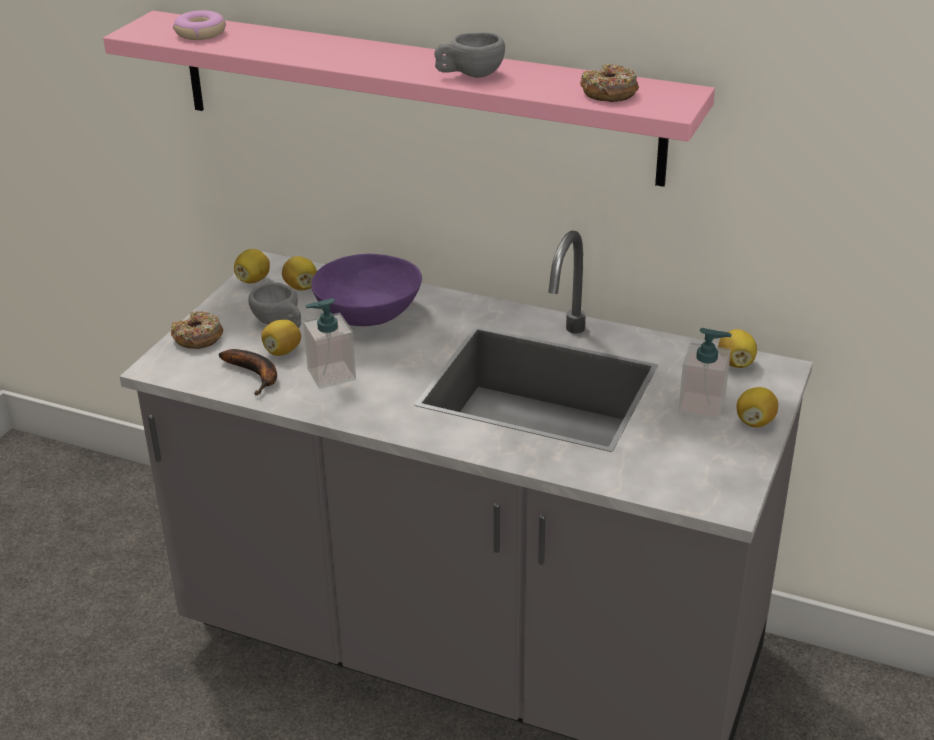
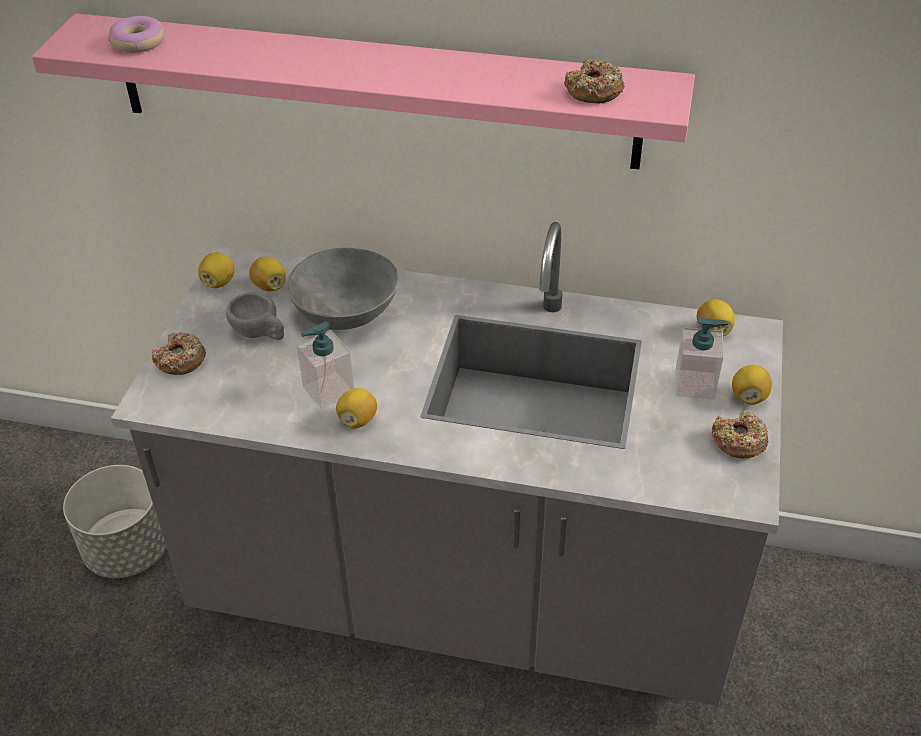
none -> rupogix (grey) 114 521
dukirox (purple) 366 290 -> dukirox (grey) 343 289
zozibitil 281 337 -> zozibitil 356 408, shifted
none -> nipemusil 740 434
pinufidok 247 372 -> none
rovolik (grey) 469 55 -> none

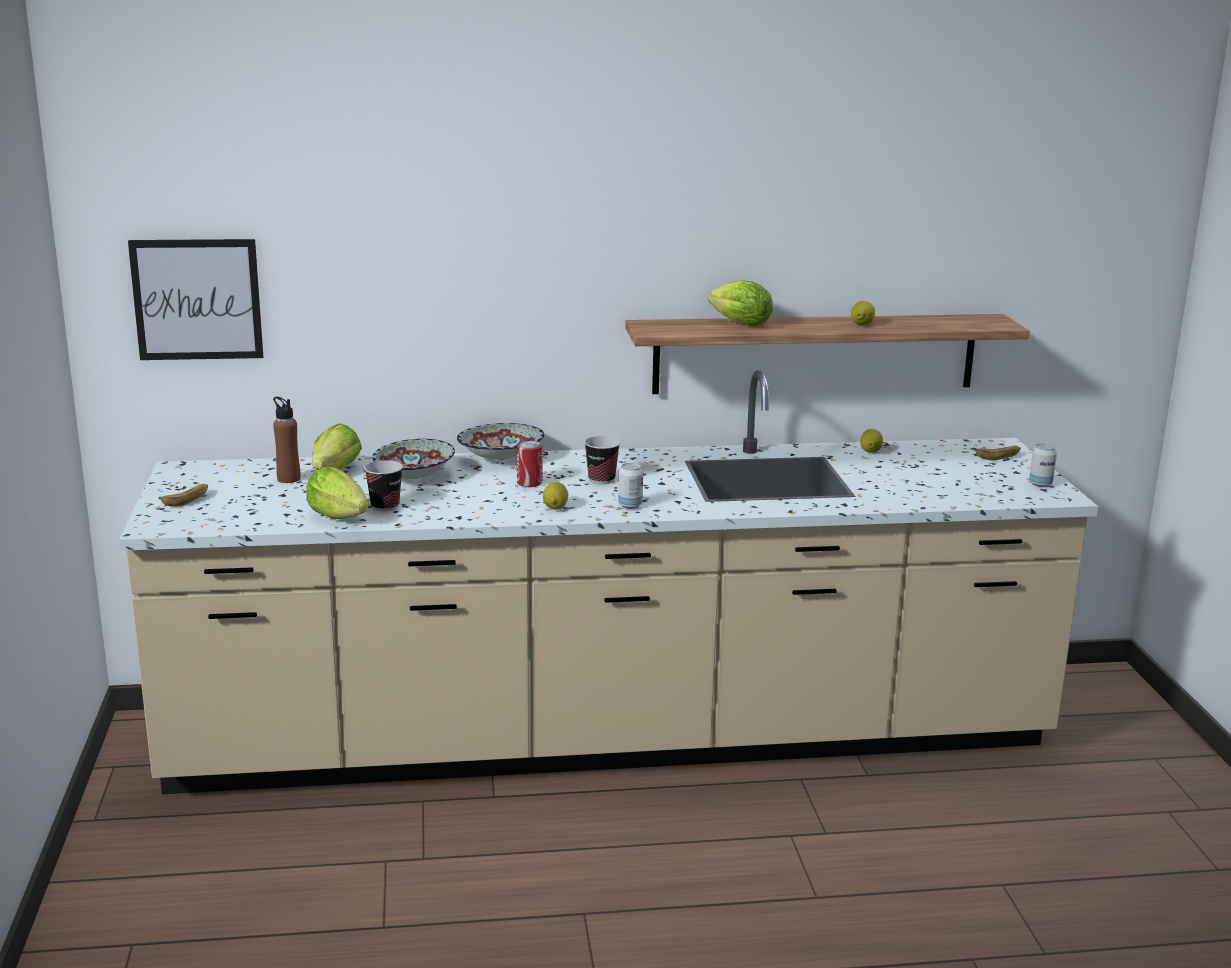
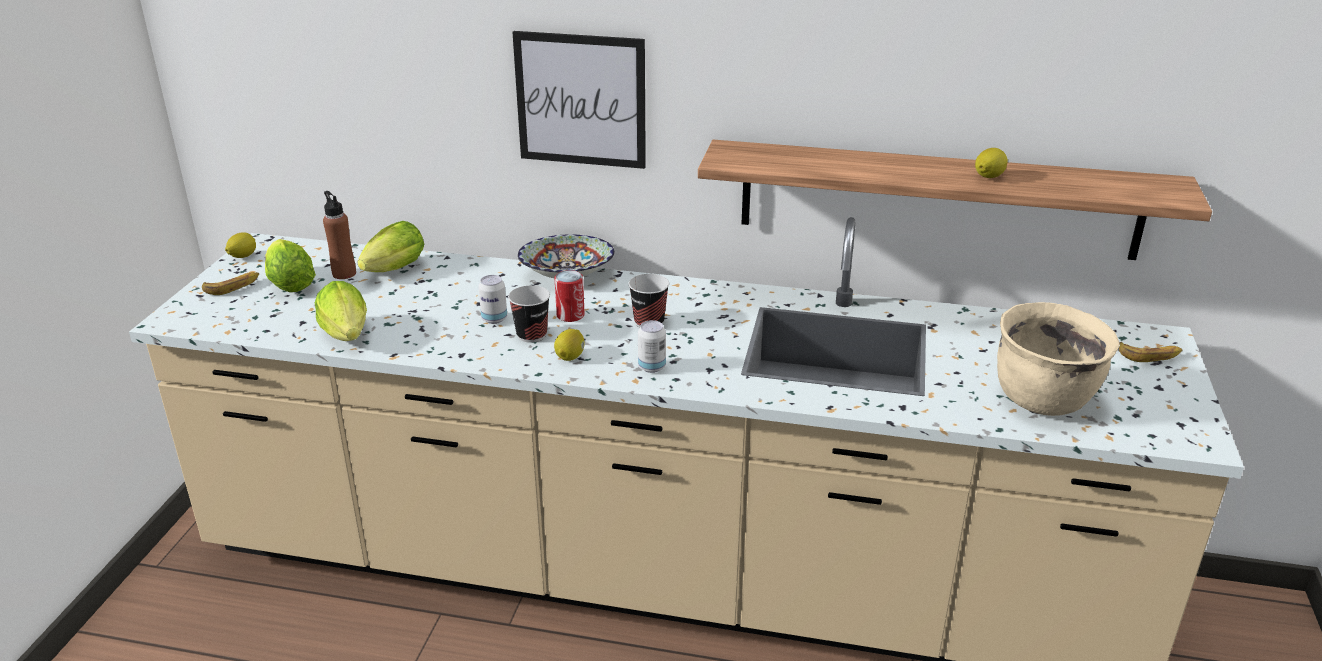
zozibitil 871 441 -> zozibitil 240 245, shifted
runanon 740 303 -> runanon 290 265, shifted
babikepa 1043 465 -> babikepa 492 299, shifted
rovolik 383 486 -> rovolik 529 314, shifted
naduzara 195 299 -> naduzara 579 100, shifted
none -> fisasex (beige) 1058 359
dukirox 413 459 -> none

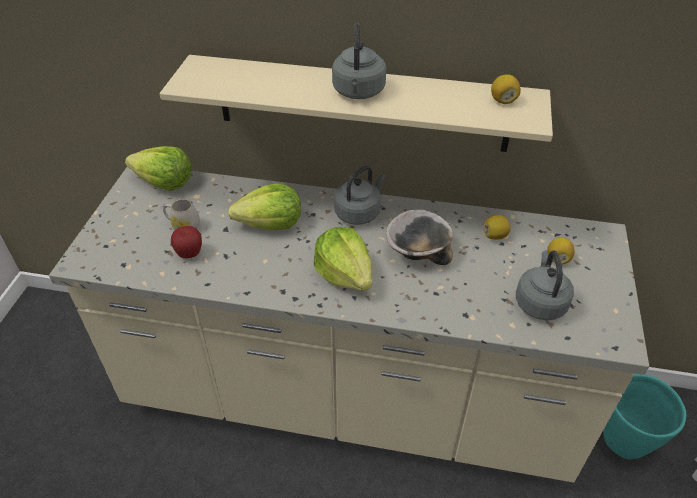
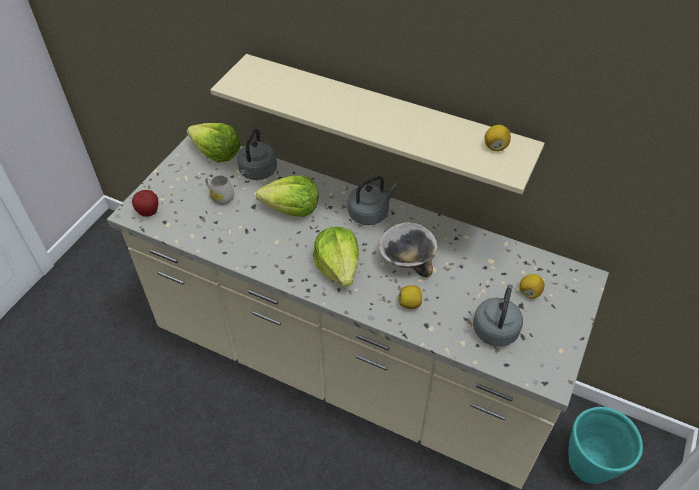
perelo 186 242 -> perelo 145 203, shifted
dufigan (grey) 359 61 -> dufigan (grey) 257 154, shifted
zozibitil 497 227 -> zozibitil 410 297, shifted

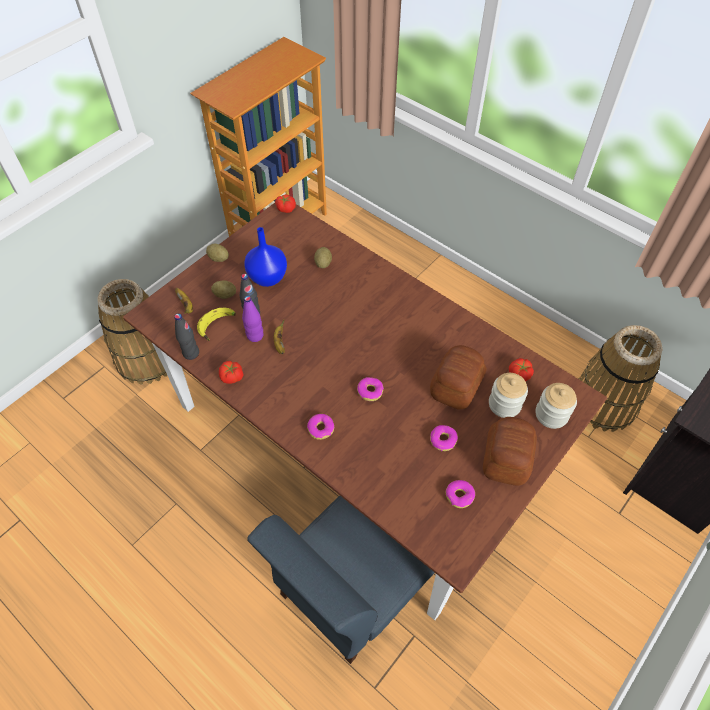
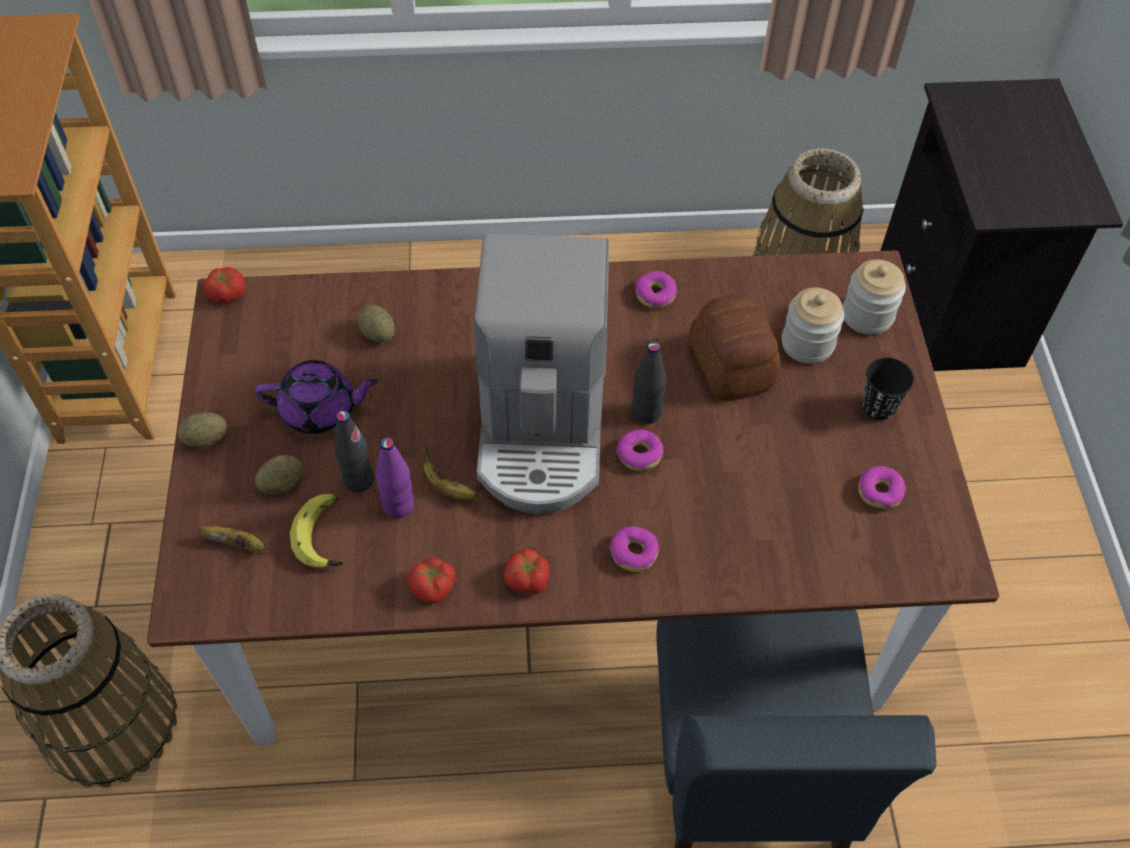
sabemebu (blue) 265 257 -> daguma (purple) 316 397
none -> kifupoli 541 374
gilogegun 521 369 -> gilogegun 527 571, shifted
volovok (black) 186 336 -> volovok (black) 649 382, shifted
nipemusil 444 438 -> nipemusil 656 289, shifted
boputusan 510 451 -> rovolik (black) 888 389

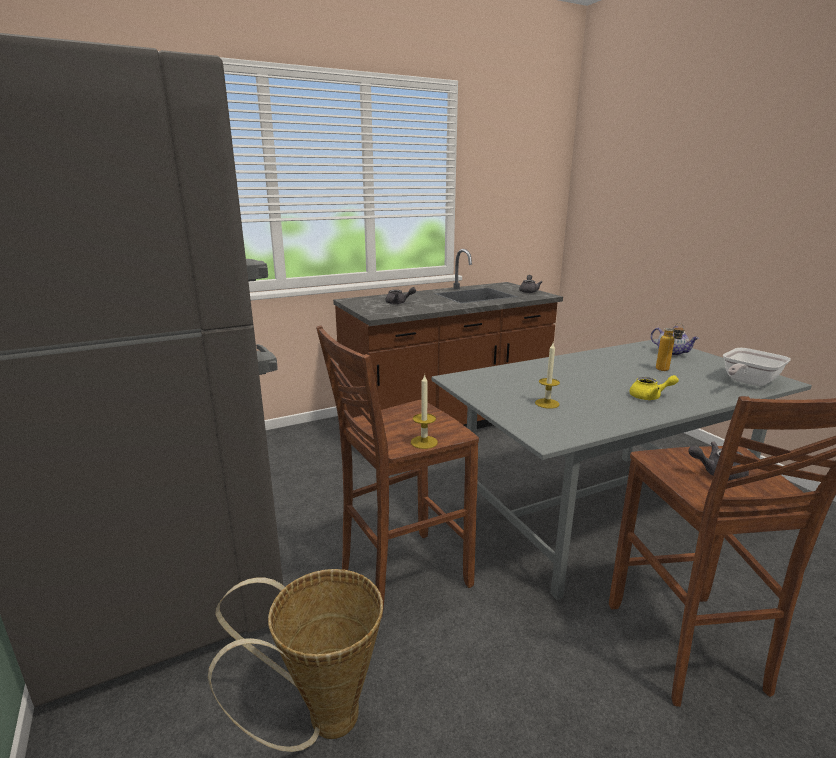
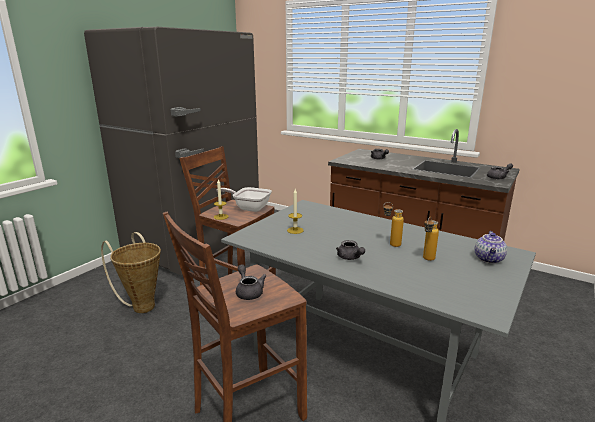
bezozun 757 367 -> bezozun 244 199, shifted
daguma (yellow) 654 387 -> daguma (grey) 350 250
none -> volovok 393 224

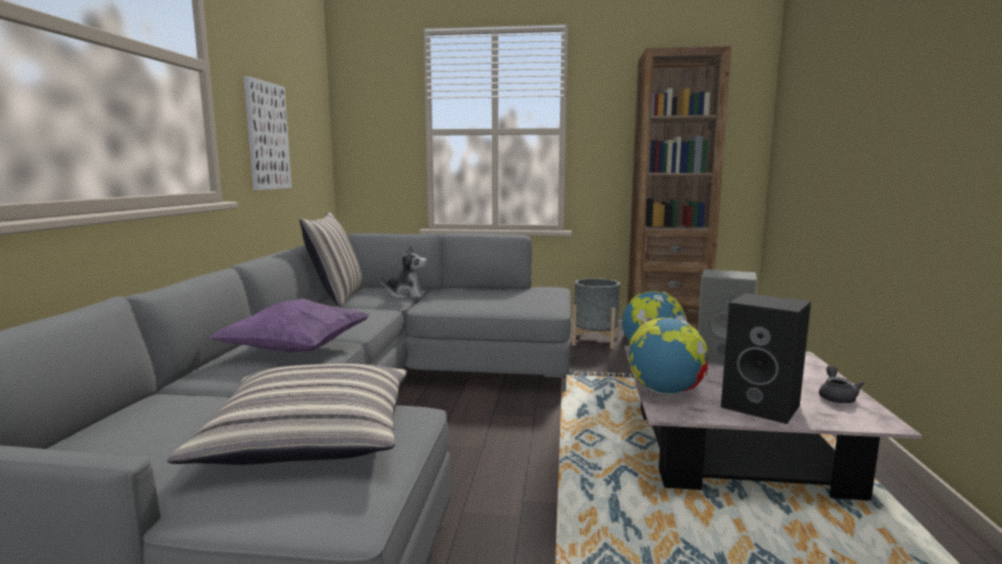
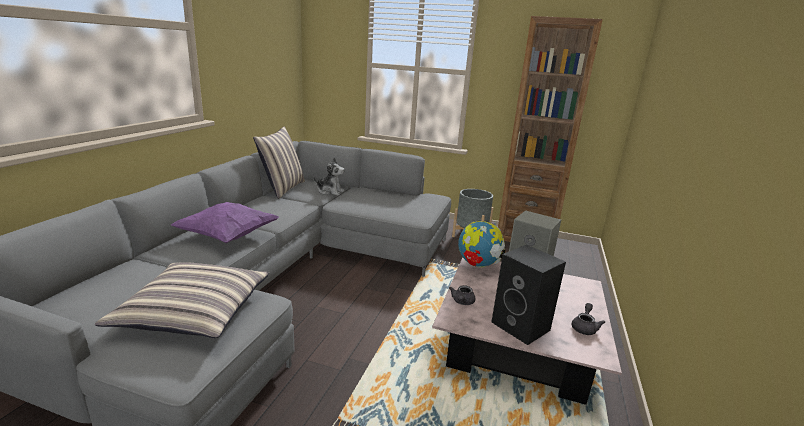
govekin 668 355 -> daguma (grey) 462 295
naduzara 268 133 -> none

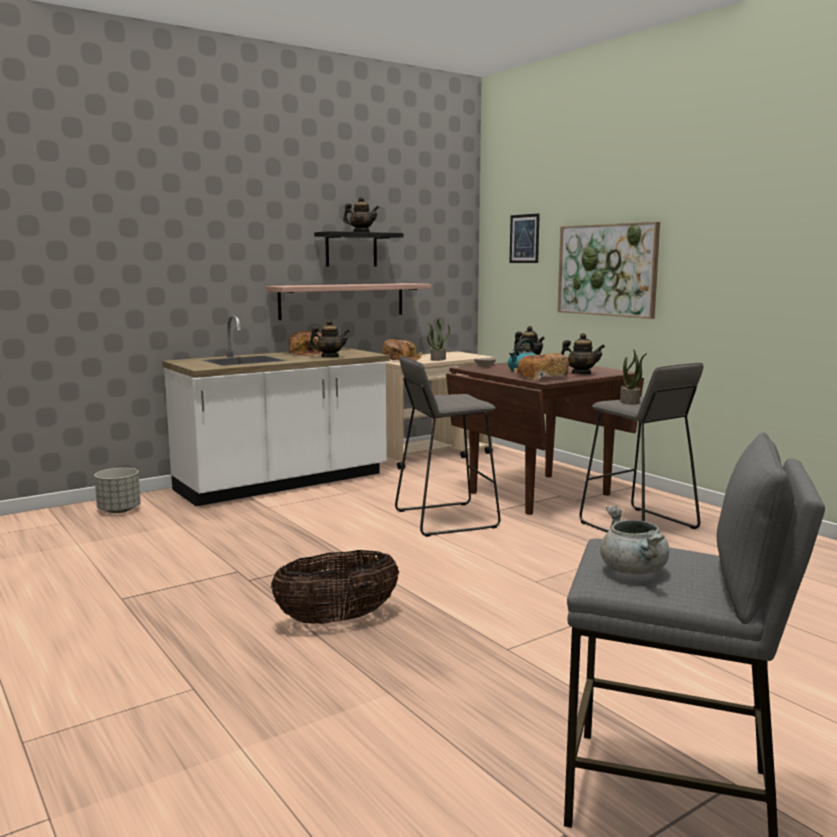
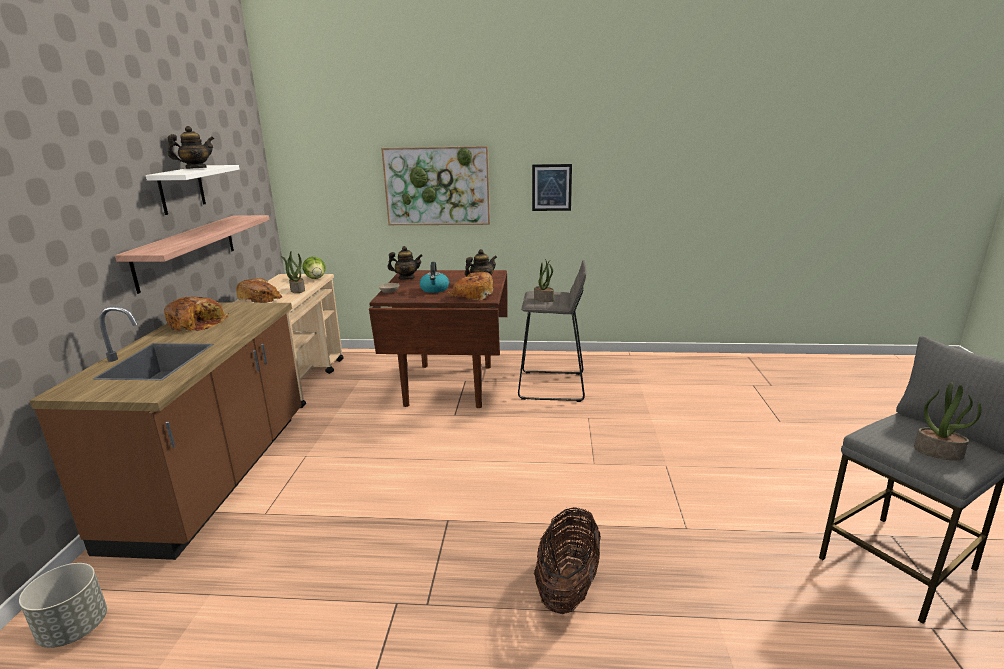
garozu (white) 276 410 -> garozu (brown) 165 431
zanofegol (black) 358 249 -> zanofegol (white) 193 190
none -> runanon 314 268
naduzara 525 238 -> naduzara 552 187, shifted
fisasex (grey) 634 539 -> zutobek 948 421
daguma 329 338 -> none
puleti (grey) 448 446 -> none

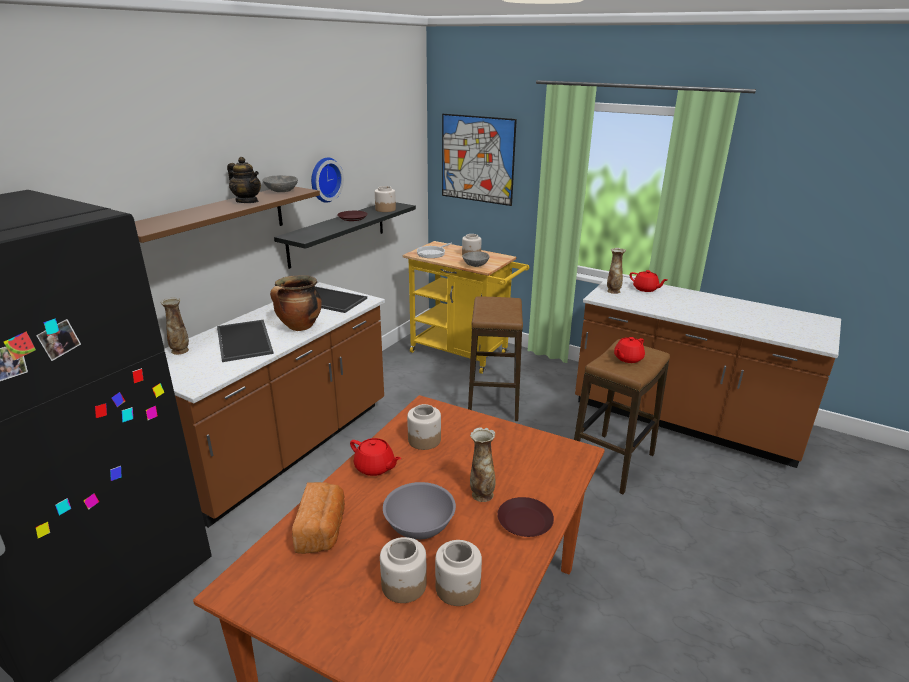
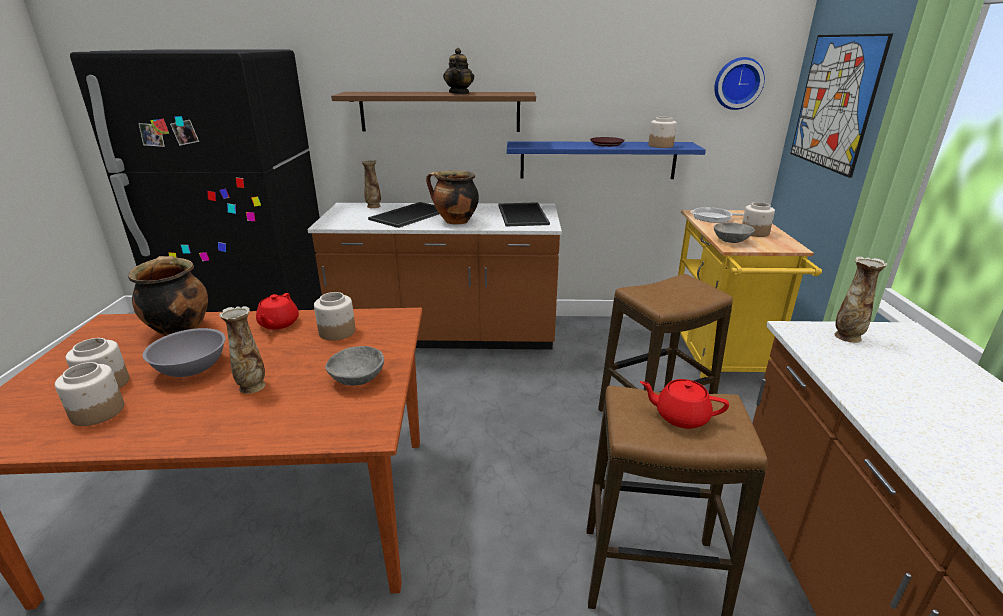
boputusan 318 518 -> fisasex 168 296
dukirox (grey) 280 183 -> dukirox (grey) 354 365, shifted
zanofegol (black) 345 235 -> zanofegol (blue) 606 160
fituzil 327 180 -> fituzil 739 83, shifted
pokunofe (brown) 525 517 -> none
daguma (red) 649 281 -> none

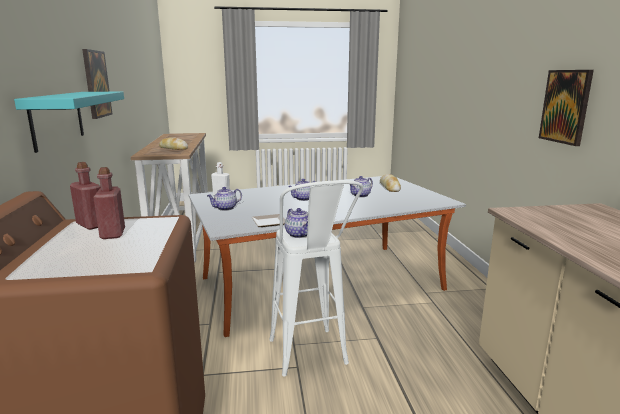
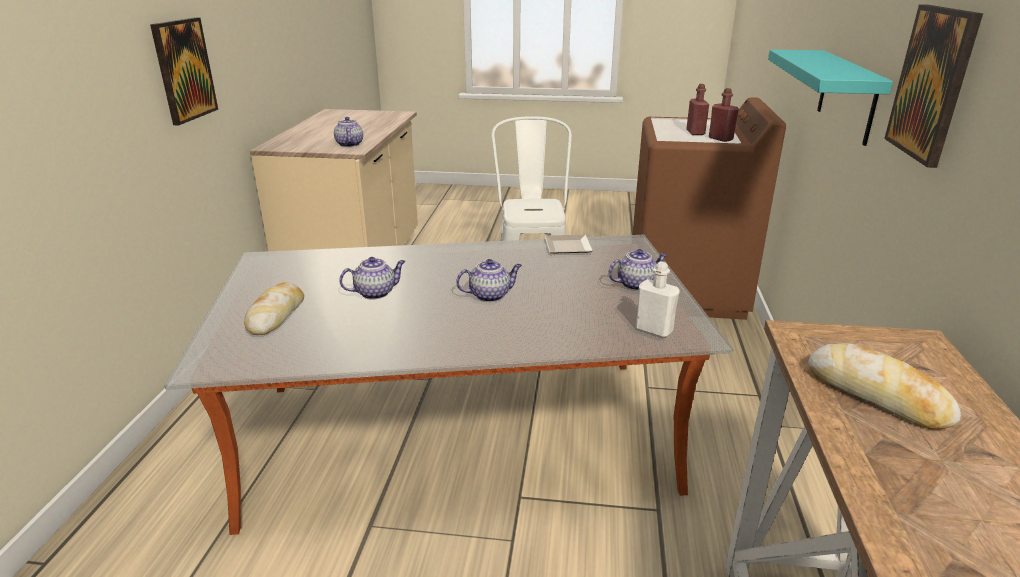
daguma 296 223 -> daguma 348 132, shifted

